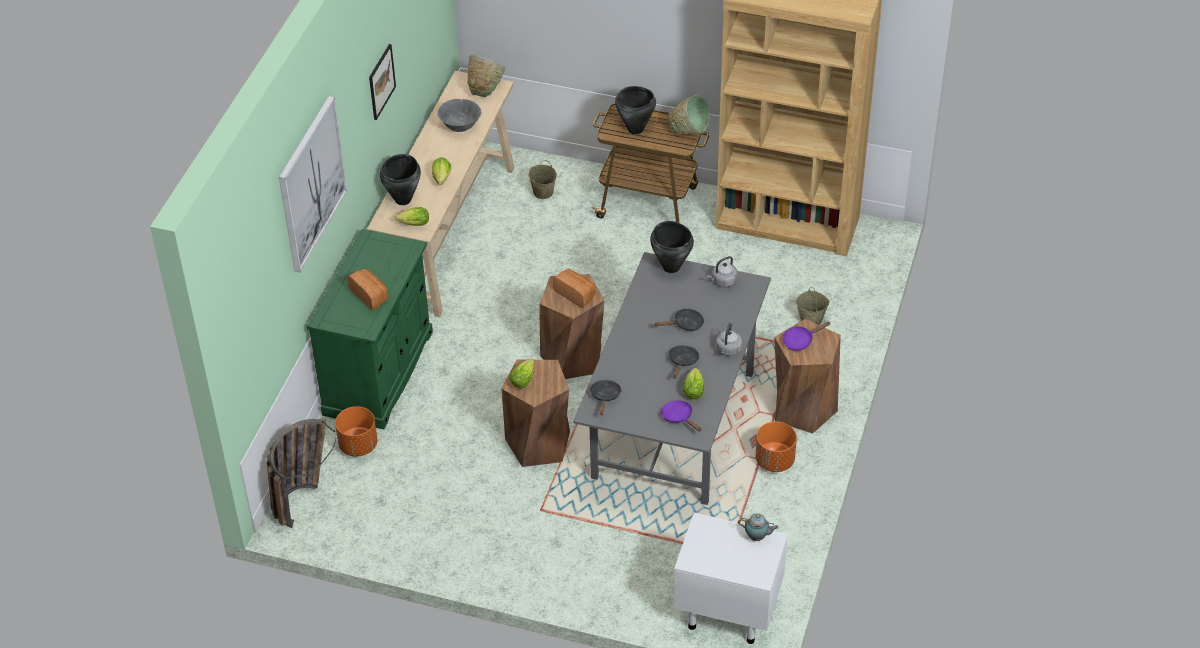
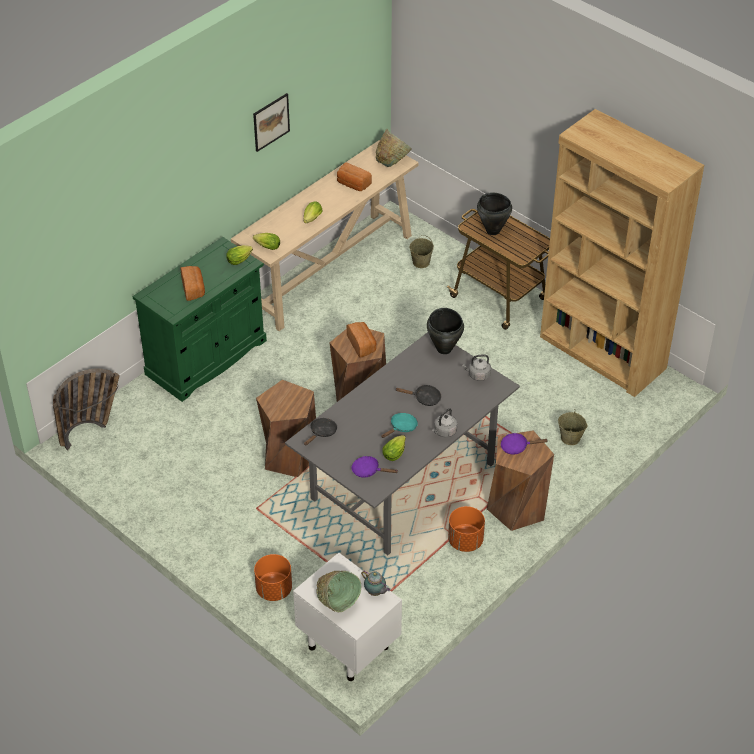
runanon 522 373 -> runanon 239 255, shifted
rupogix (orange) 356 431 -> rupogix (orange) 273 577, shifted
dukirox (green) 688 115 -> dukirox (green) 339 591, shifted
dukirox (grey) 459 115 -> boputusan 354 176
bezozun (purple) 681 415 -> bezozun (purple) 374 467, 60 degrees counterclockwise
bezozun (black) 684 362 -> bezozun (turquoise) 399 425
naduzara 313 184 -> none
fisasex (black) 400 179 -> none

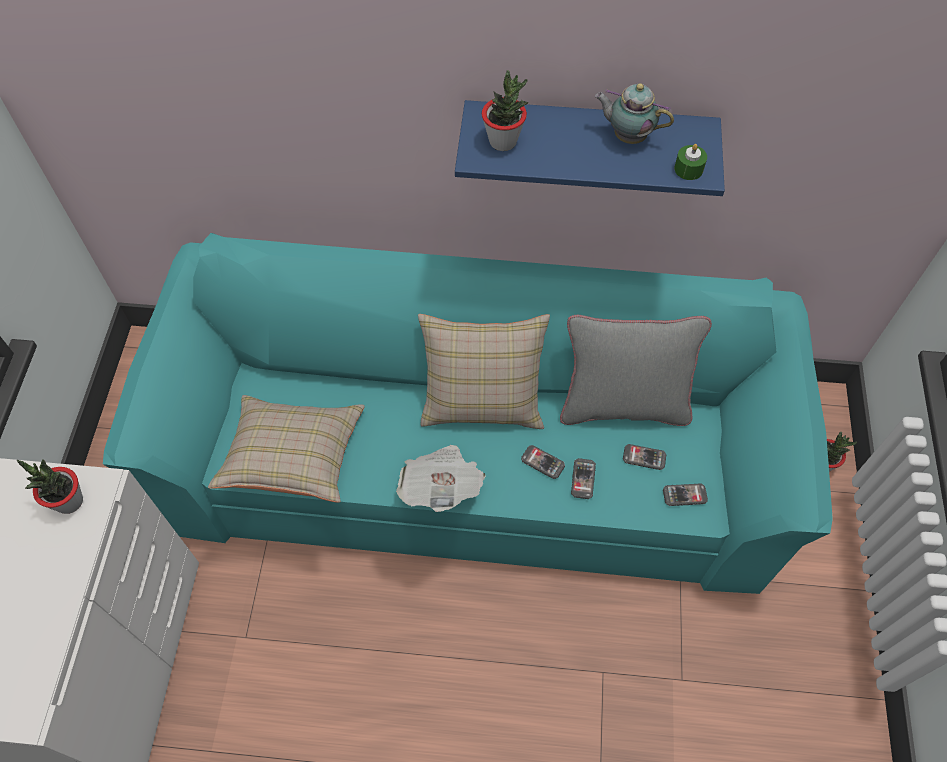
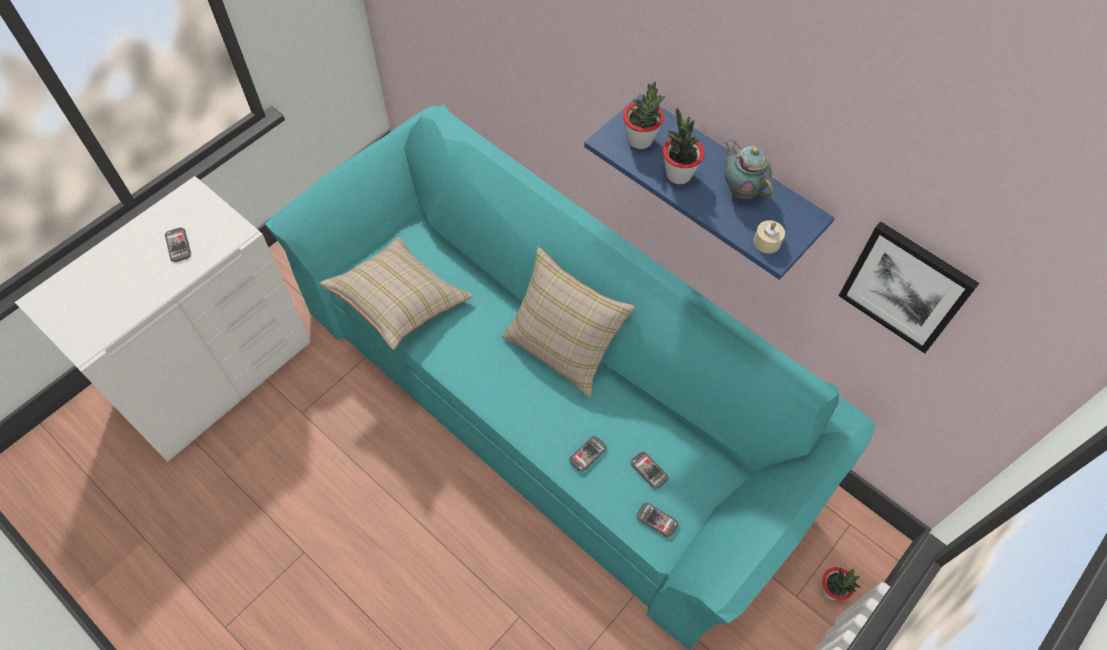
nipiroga 543 462 -> nipiroga 178 244, shifted
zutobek 50 486 -> zutobek 684 145, shifted
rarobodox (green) 690 162 -> rarobodox (beige) 769 237
none -> naduzara 909 287
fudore 441 478 -> none
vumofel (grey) 636 370 -> none

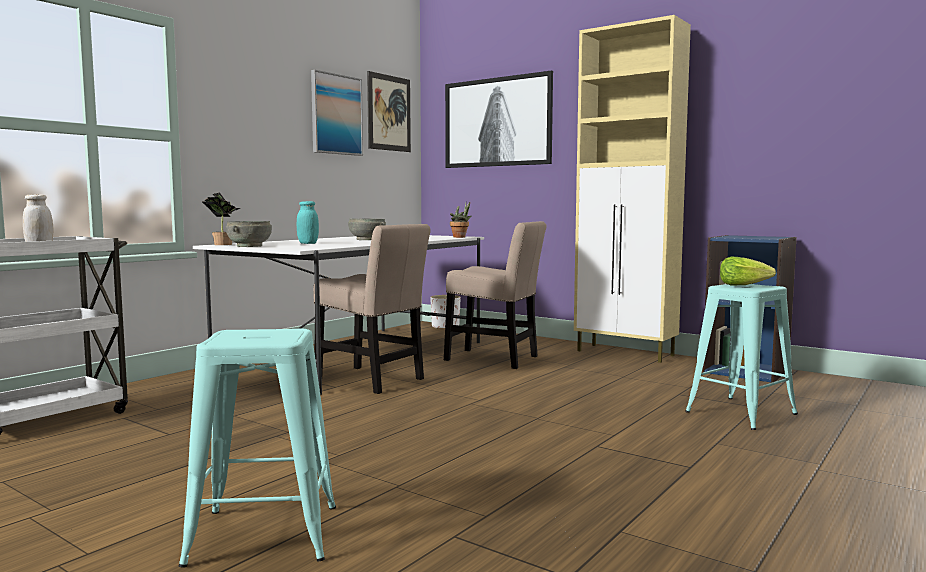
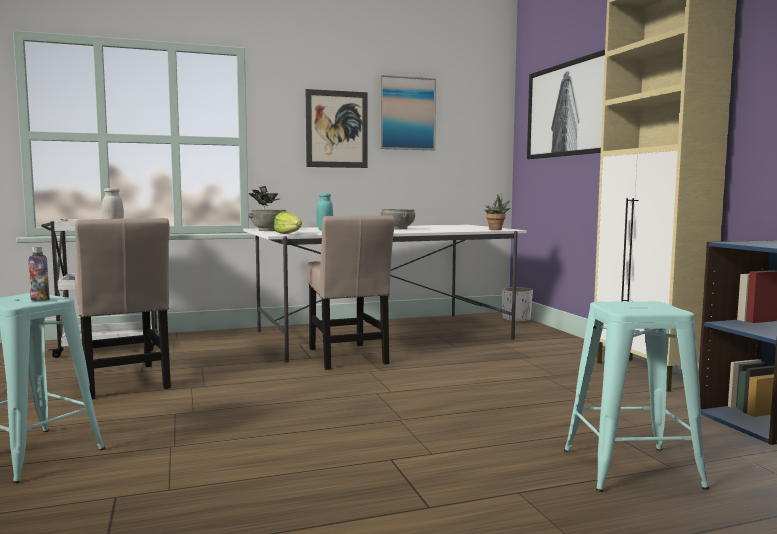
none -> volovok 39 273
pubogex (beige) 495 295 -> pubogex (beige) 123 309, shifted
runanon 748 271 -> runanon 288 223, shifted
naduzara 389 111 -> naduzara 336 128, shifted

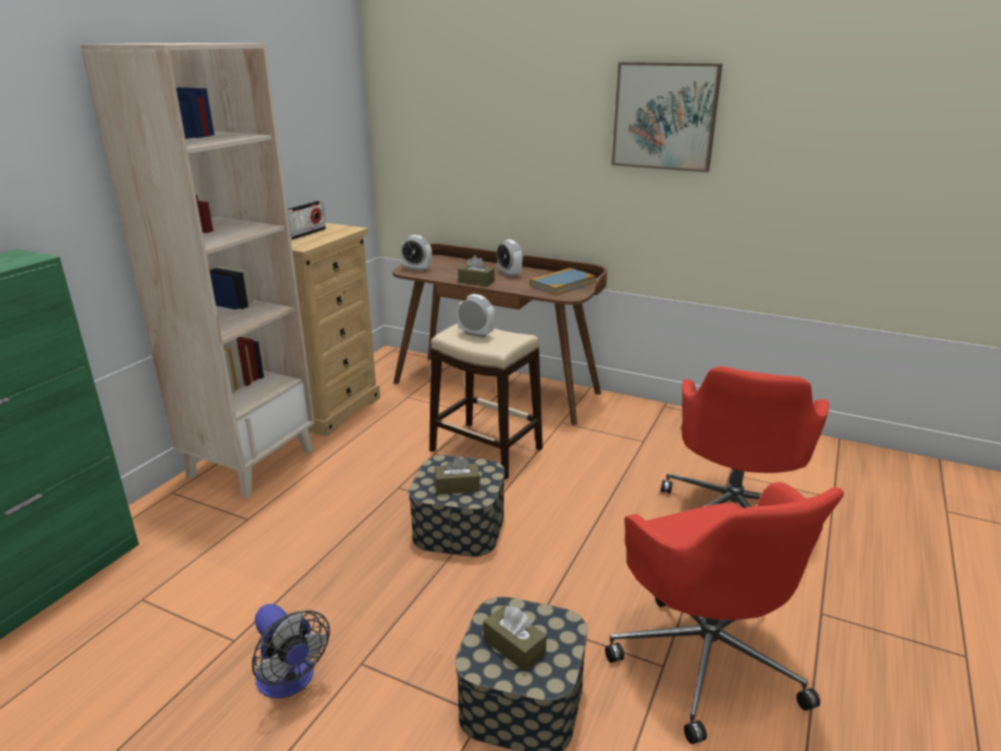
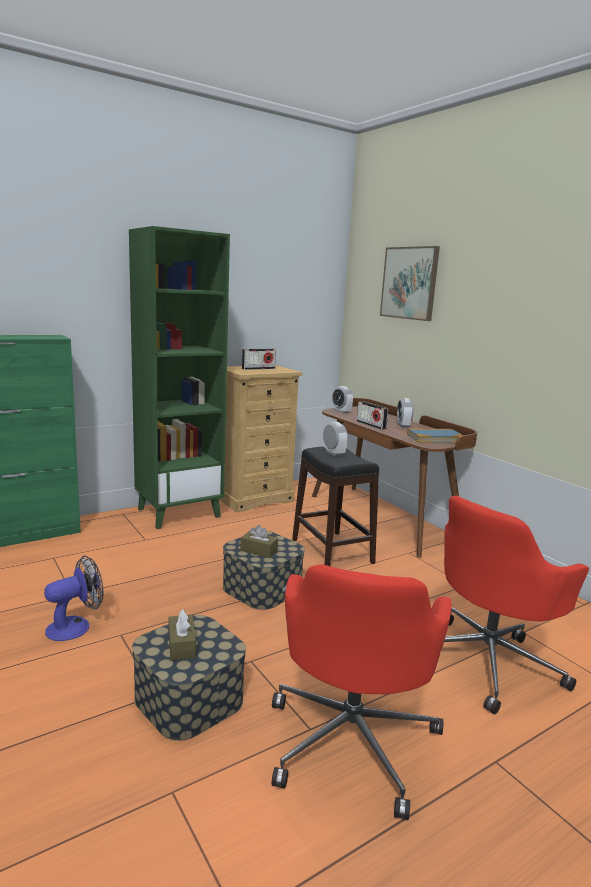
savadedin 291 651 -> savadedin 74 598, 120 degrees counterclockwise
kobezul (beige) 197 270 -> kobezul (green) 179 377
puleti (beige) 486 401 -> puleti (black) 335 506
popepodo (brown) 476 270 -> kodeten 372 415
naduzara 667 117 -> naduzara 410 283, shifted

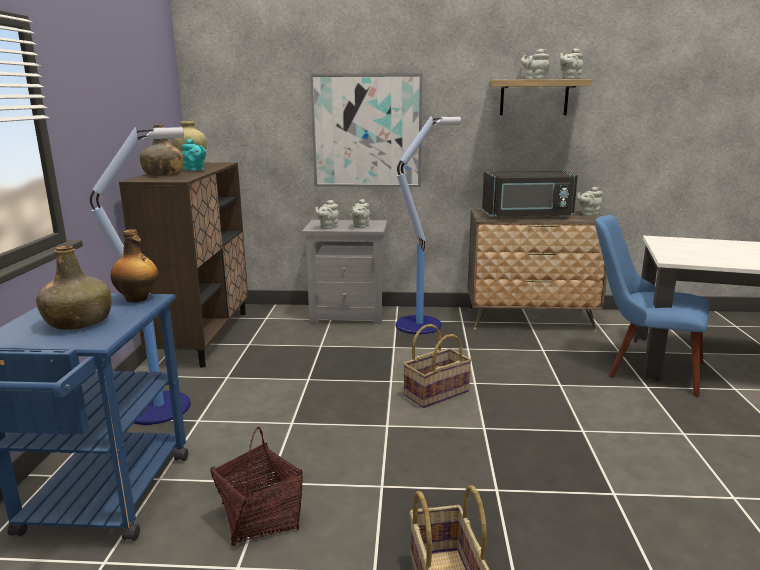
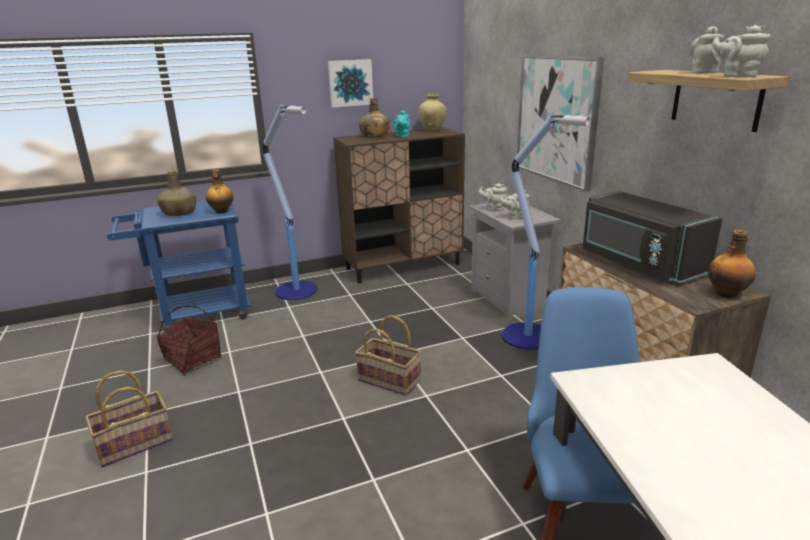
none -> naduzara 350 83
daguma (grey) 590 201 -> volovok 732 264

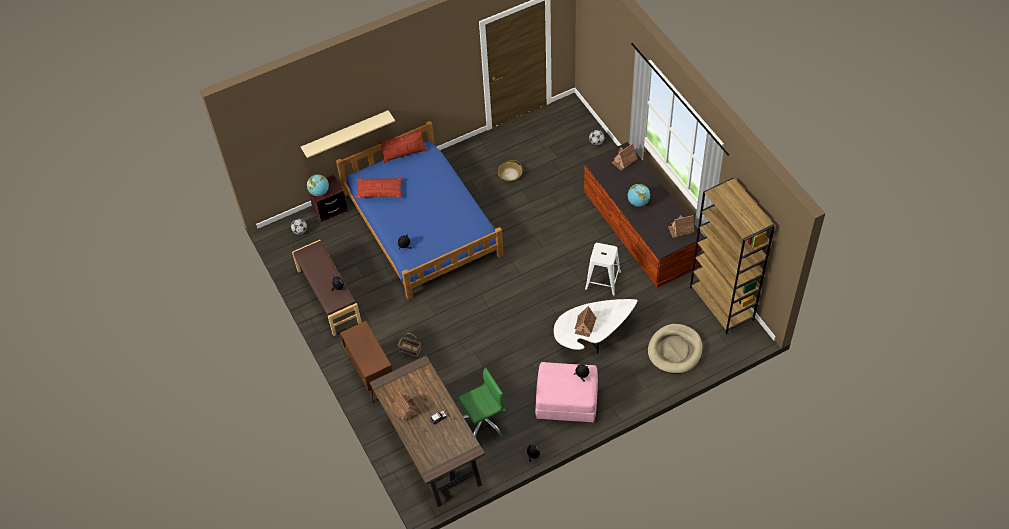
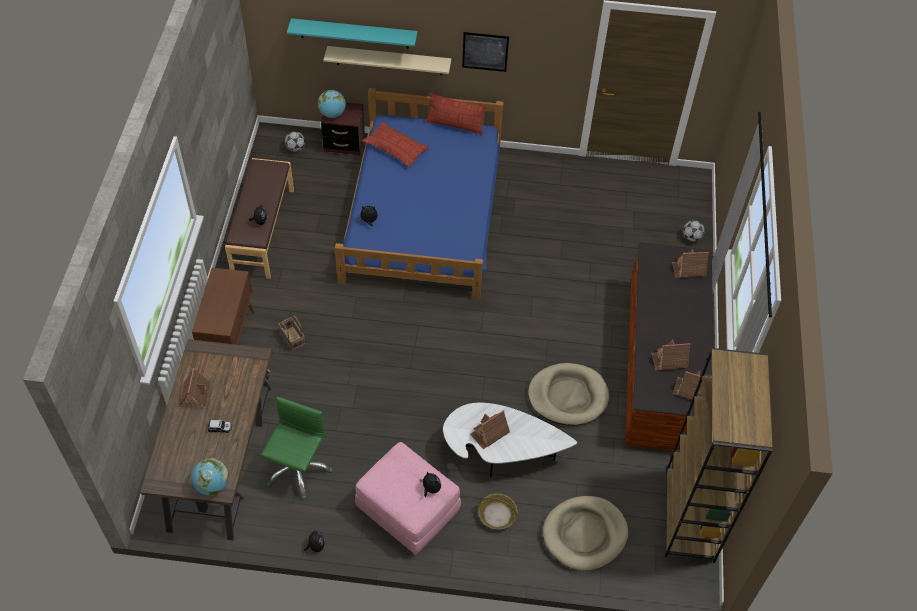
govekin 638 195 -> govekin 210 477, shifted
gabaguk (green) 482 402 -> gabaguk (green) 297 448, 75 degrees counterclockwise
none -> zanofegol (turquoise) 352 33
none -> naduzara 485 52
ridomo 510 171 -> ridomo 498 511, shifted
puleti (white) 603 269 -> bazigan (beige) 568 394
none -> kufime 670 355

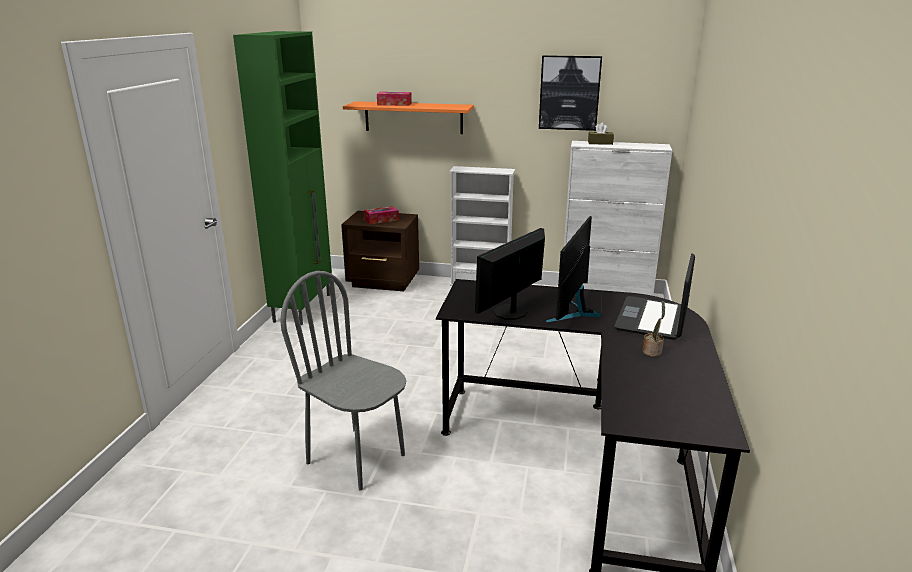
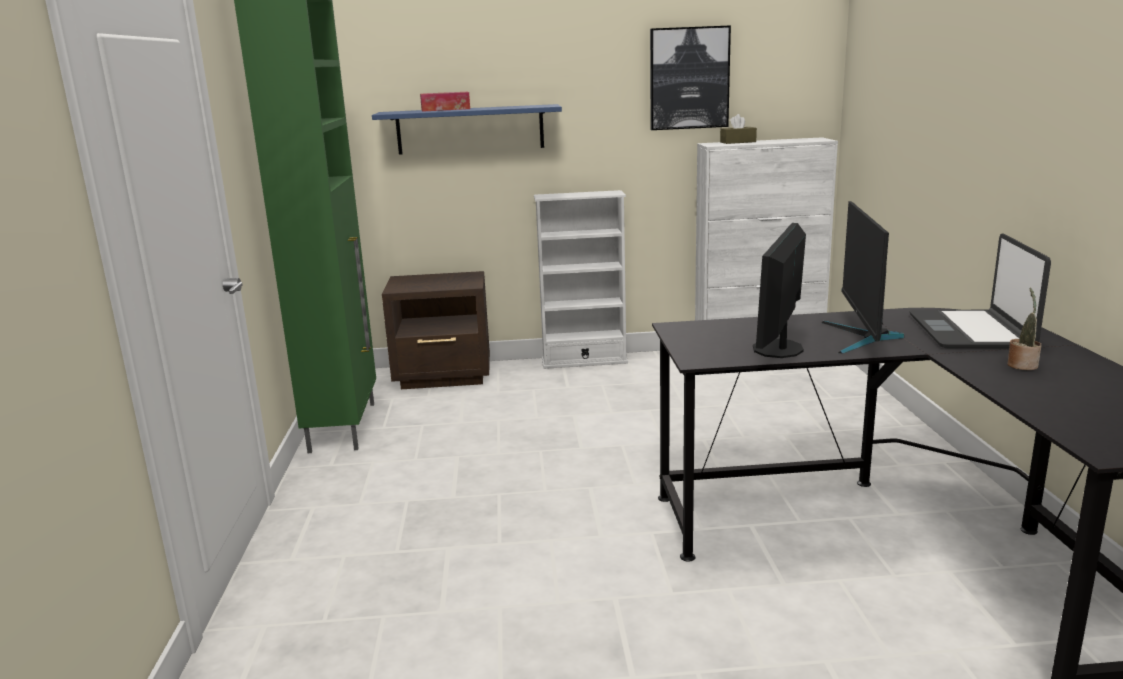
zanofegol (orange) 408 117 -> zanofegol (blue) 467 129
pubogex (grey) 343 381 -> none
popepodo 381 215 -> none

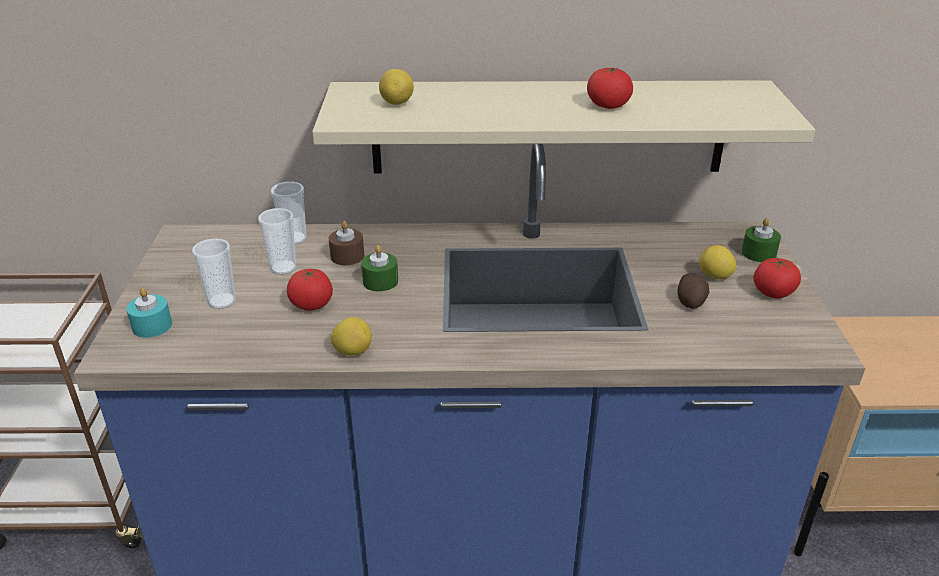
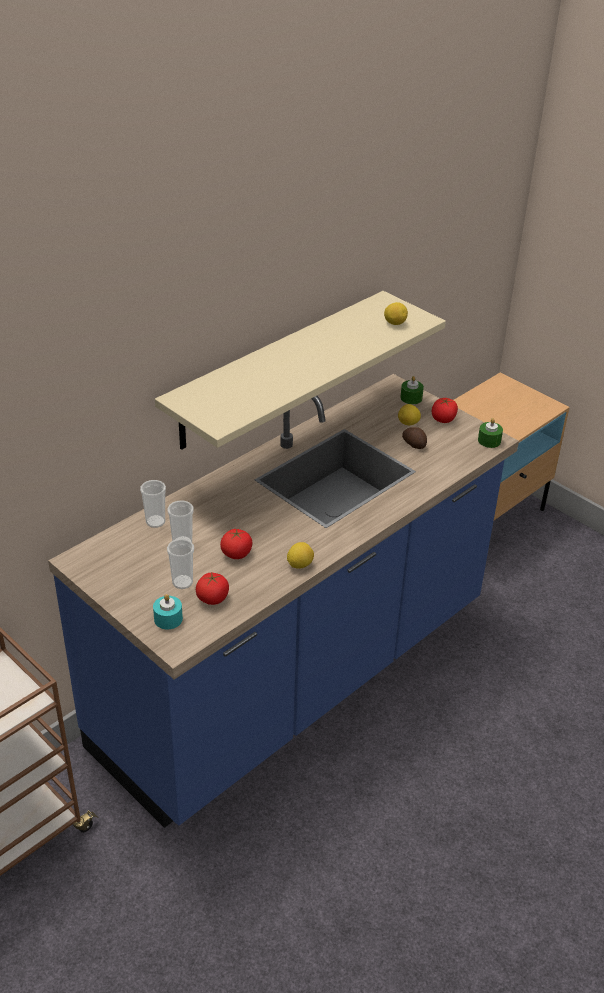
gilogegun 610 88 -> gilogegun 212 588, shifted
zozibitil 396 87 -> zozibitil 396 313, shifted
rarobodox (green) 379 268 -> rarobodox (green) 490 433, shifted
rarobodox (brown) 346 243 -> none

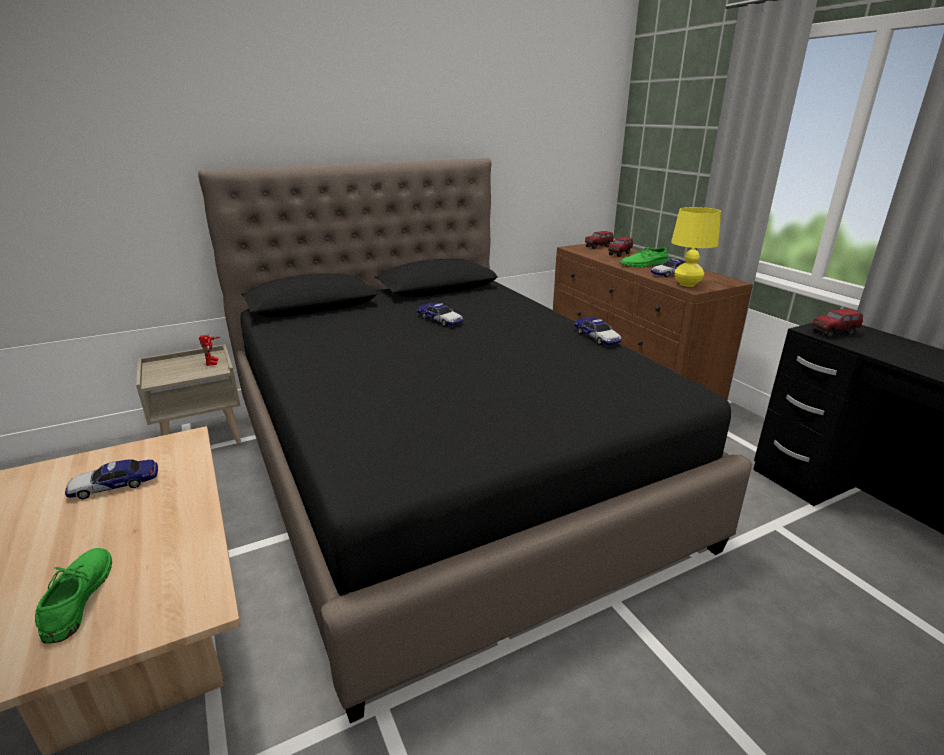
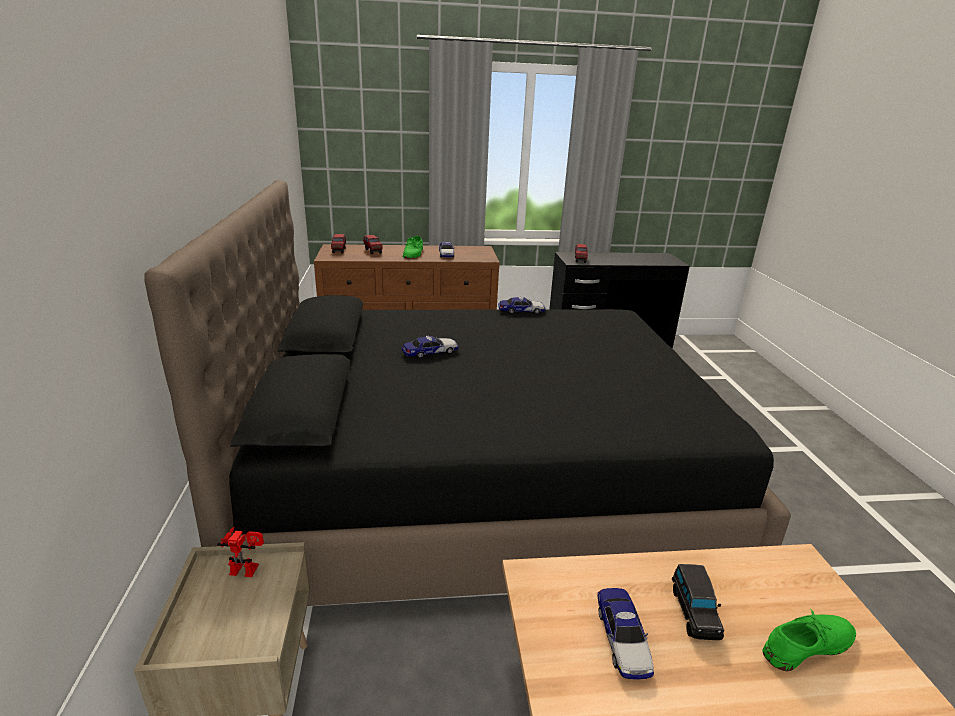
none -> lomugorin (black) 698 602
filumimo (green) 73 596 -> filumimo (green) 809 640, 150 degrees clockwise
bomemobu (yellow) 696 247 -> none

